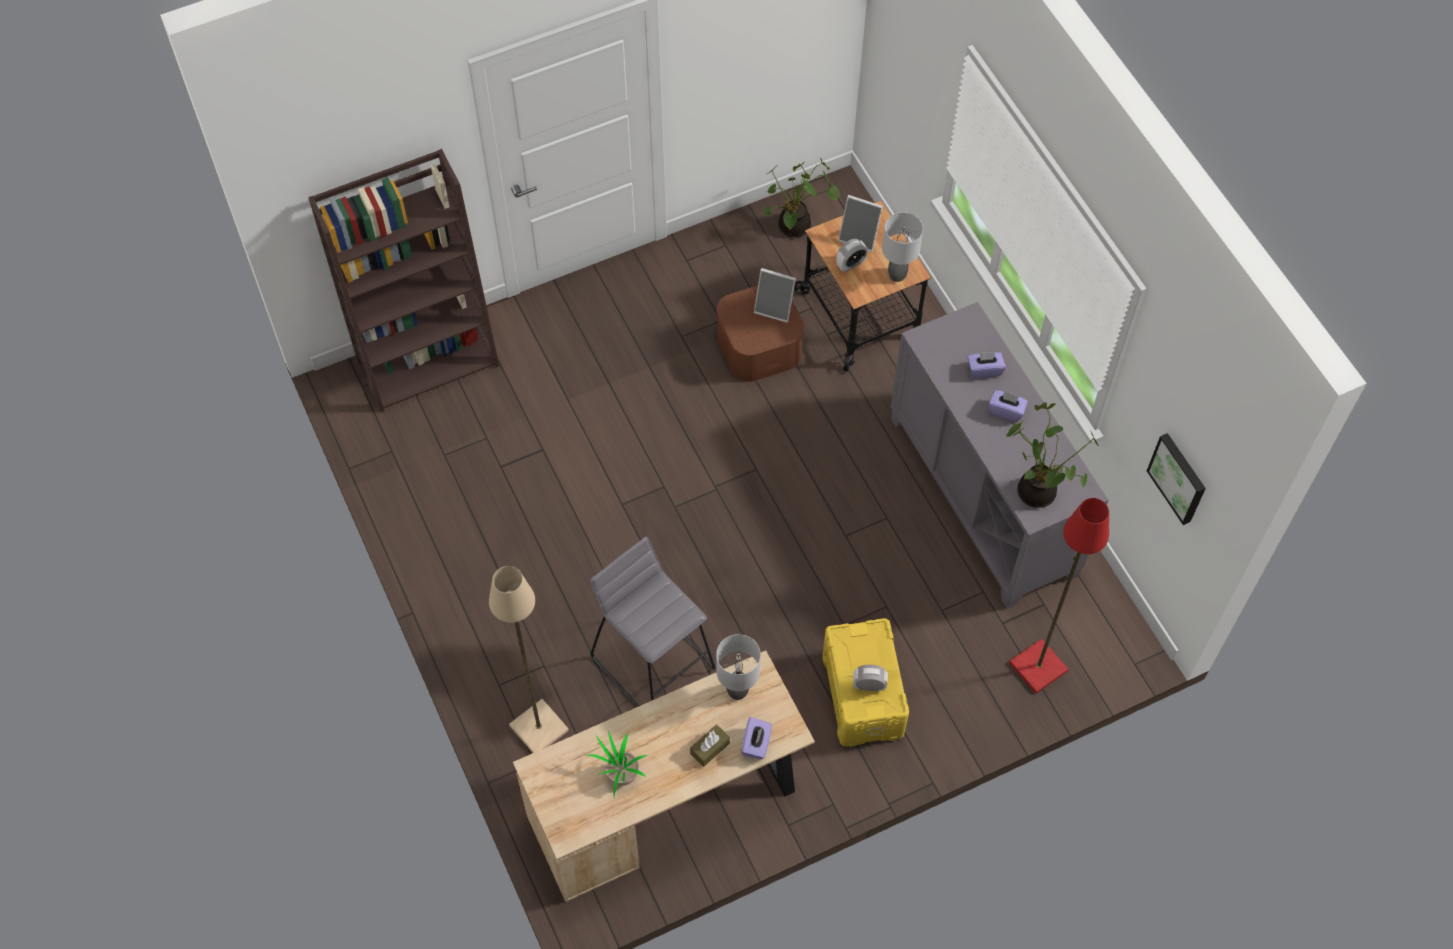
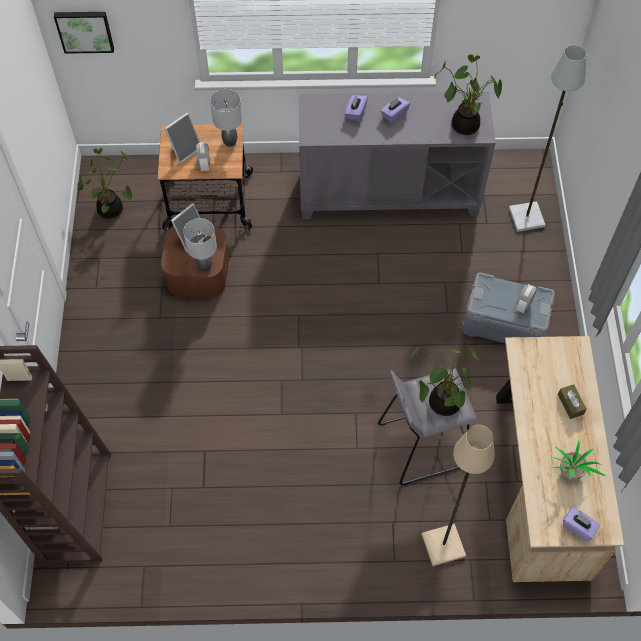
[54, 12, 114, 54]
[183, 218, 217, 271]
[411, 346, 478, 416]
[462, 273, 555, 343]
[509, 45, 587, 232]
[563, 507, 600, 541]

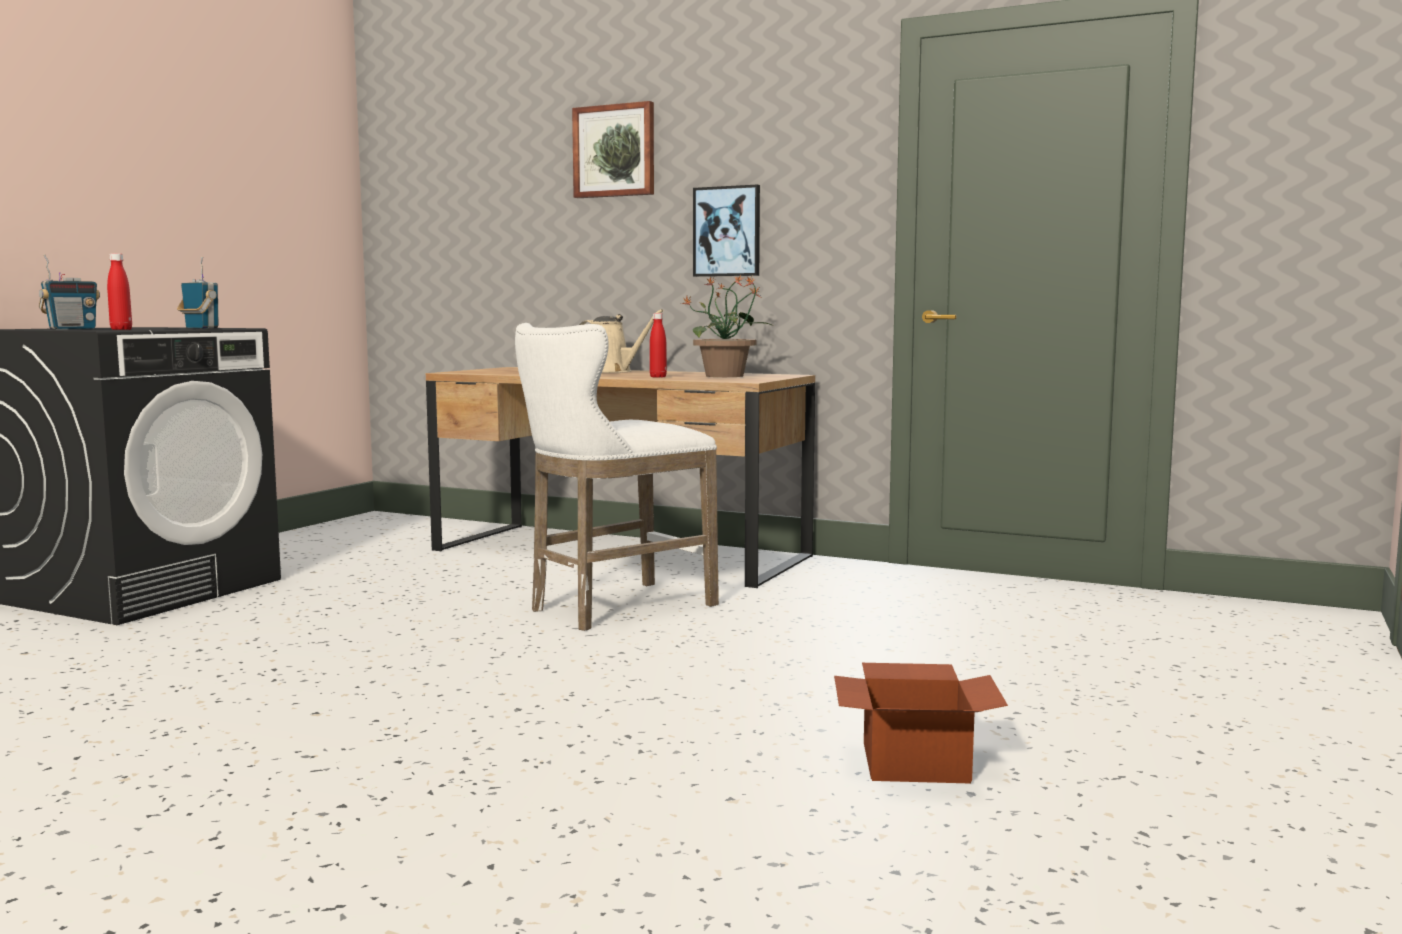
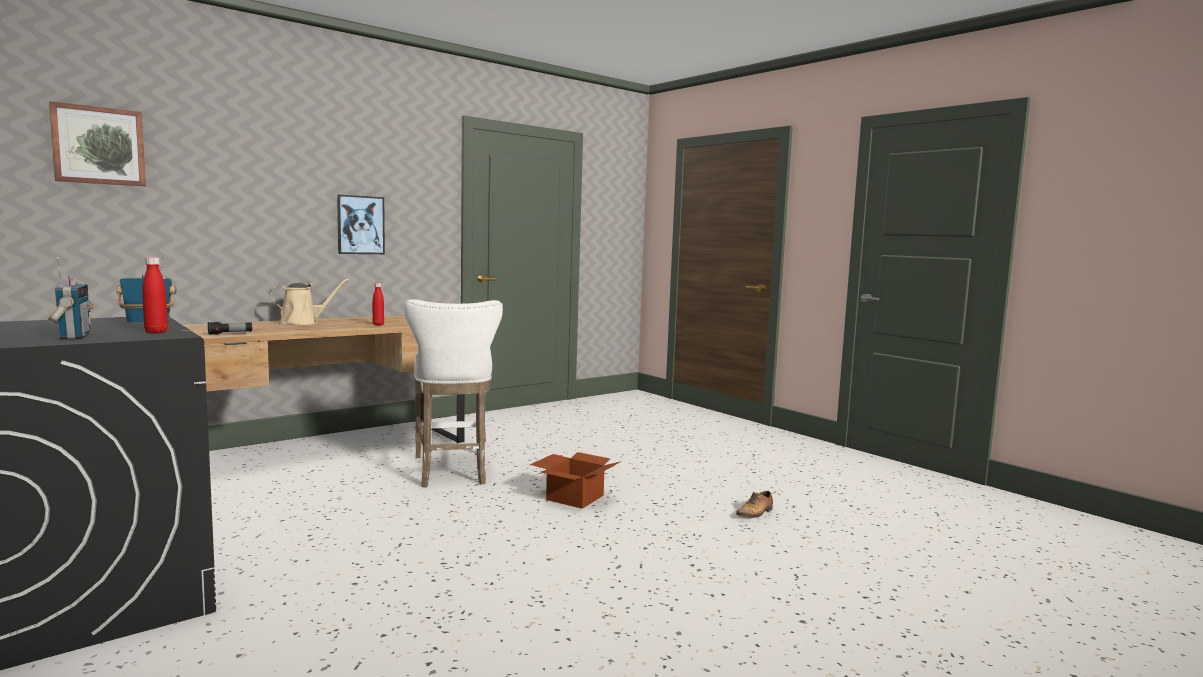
[49, 101, 146, 186]
[208, 322, 252, 335]
[530, 452, 620, 509]
[736, 491, 773, 518]
[681, 274, 773, 377] (first image)

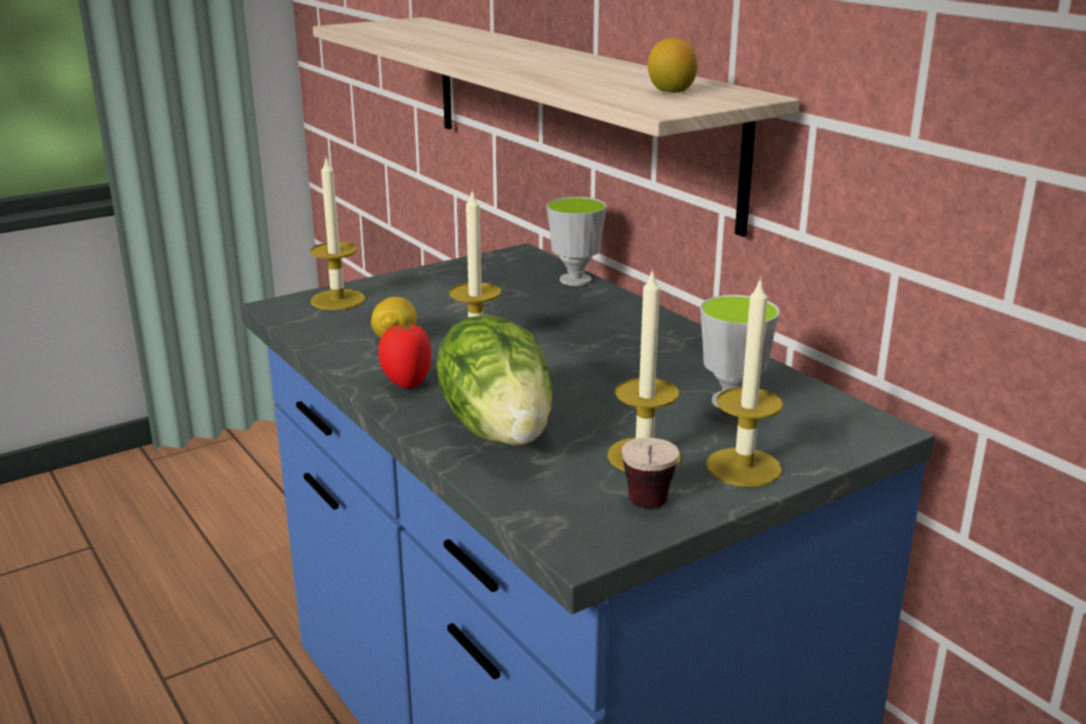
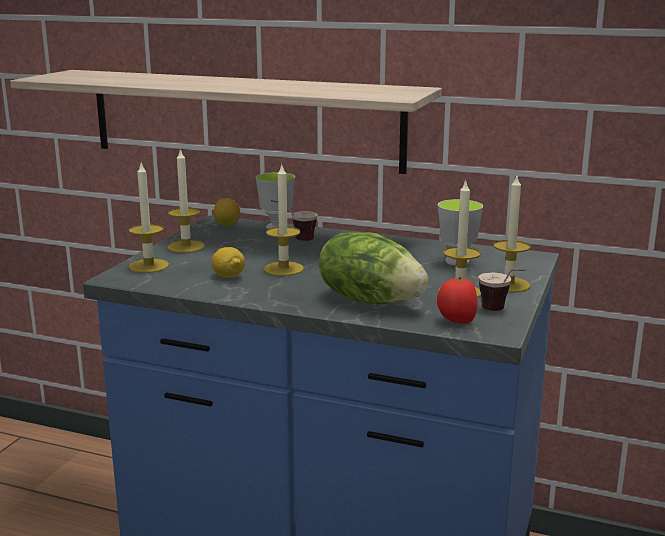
[167, 148, 205, 253]
[214, 198, 240, 226]
[271, 200, 318, 241]
[437, 277, 478, 324]

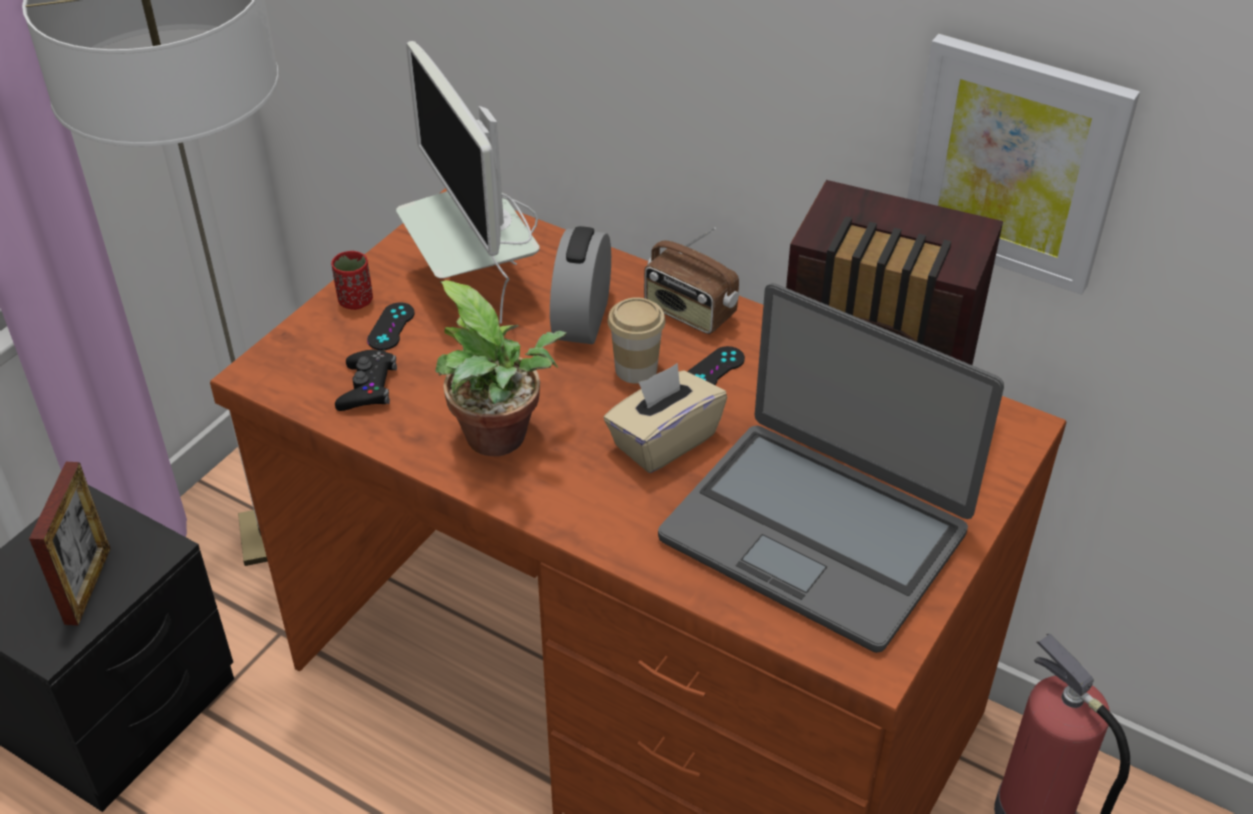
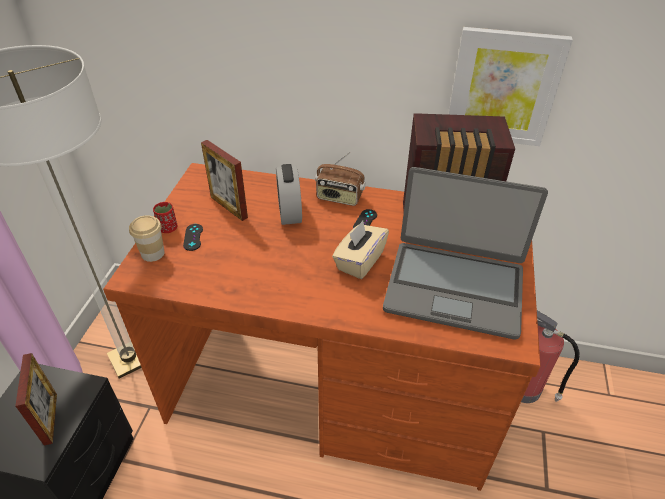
[129, 215, 165, 262]
[201, 140, 248, 221]
[335, 350, 397, 411] (first image)
[435, 280, 567, 456] (first image)

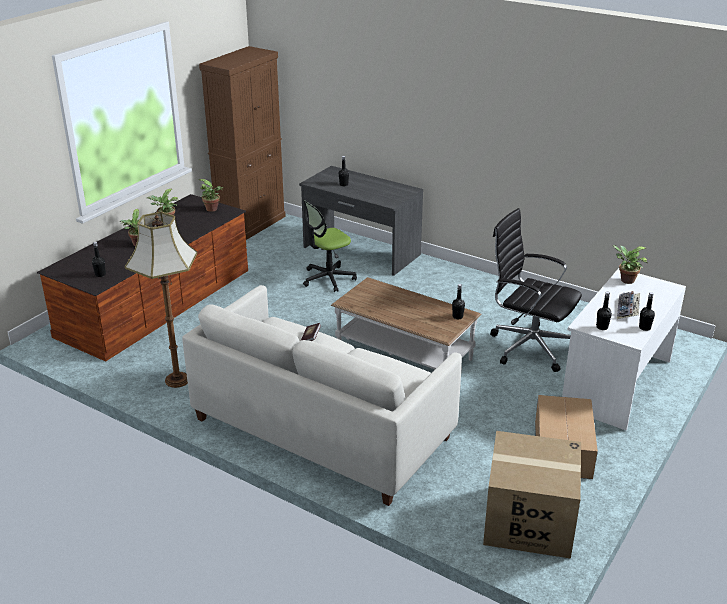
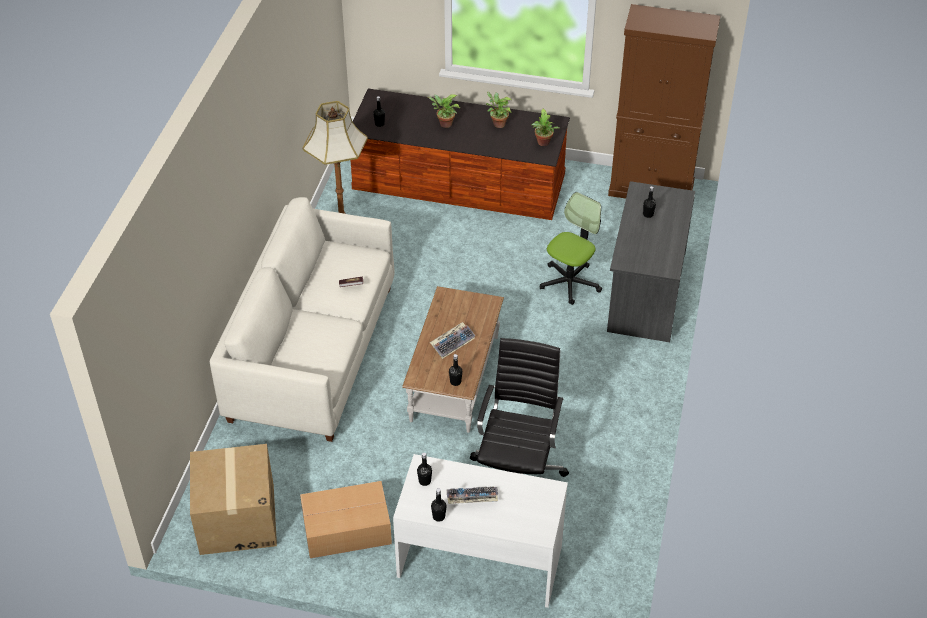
[430, 322, 476, 359]
[540, 192, 602, 305]
[613, 245, 648, 284] (first image)

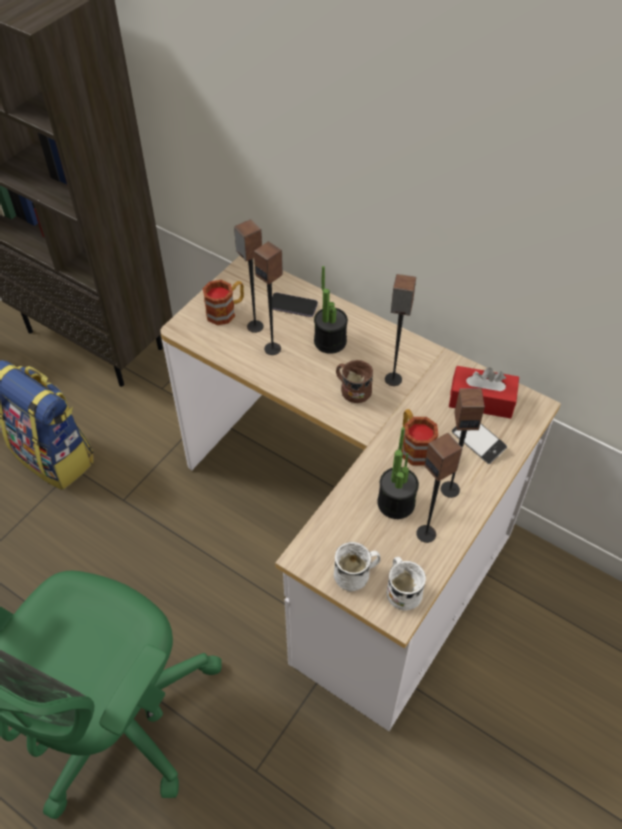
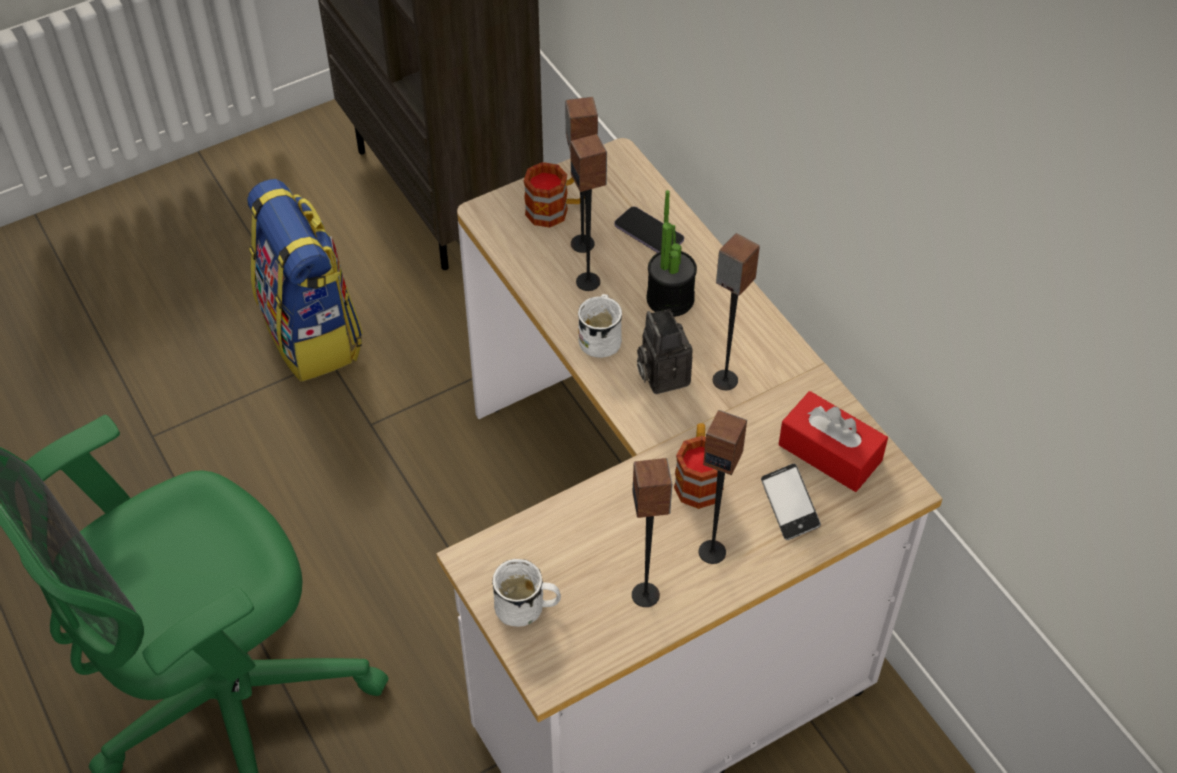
[578, 294, 622, 358]
[637, 309, 692, 394]
[377, 427, 419, 519] (first image)

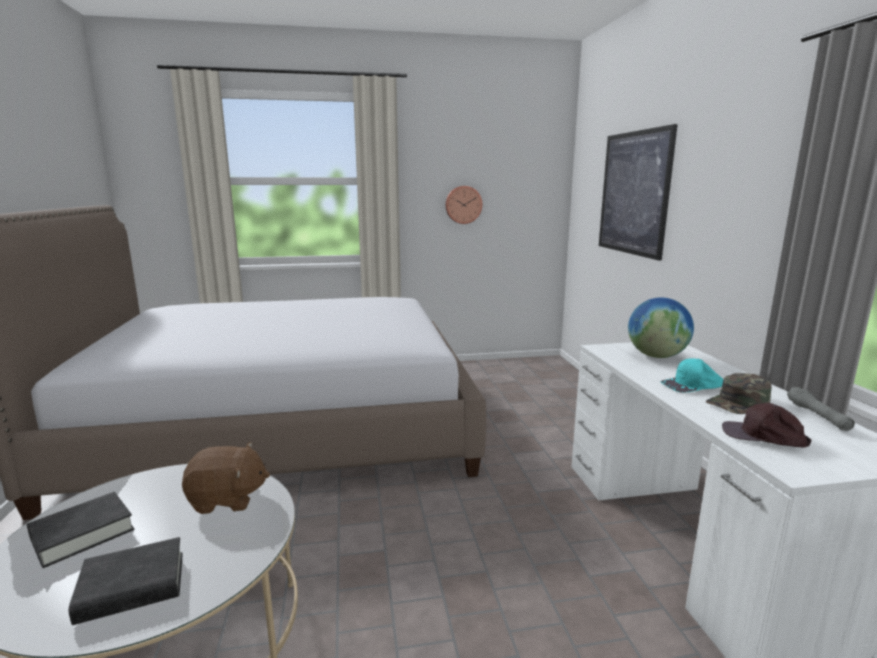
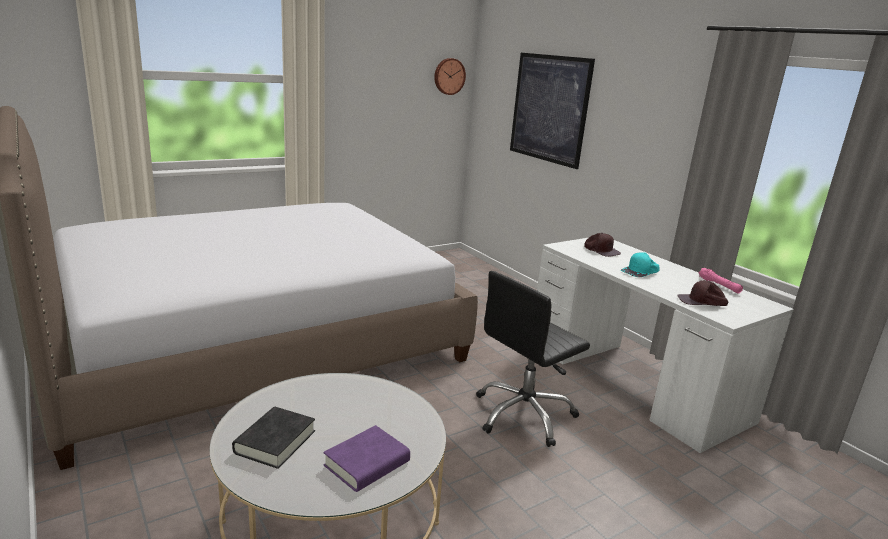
[323, 425, 410, 492]
[434, 58, 466, 95]
[476, 271, 590, 447]
[584, 233, 621, 257]
[699, 268, 743, 293]
[182, 442, 270, 514] (first image)
[706, 373, 772, 414] (first image)

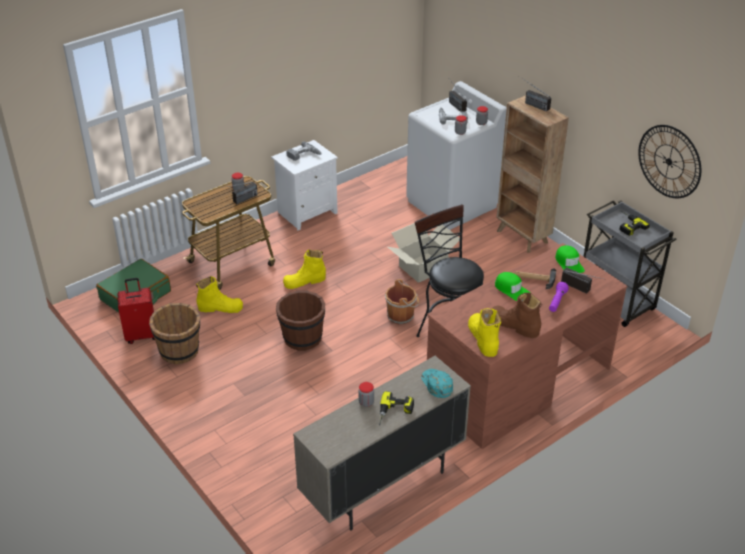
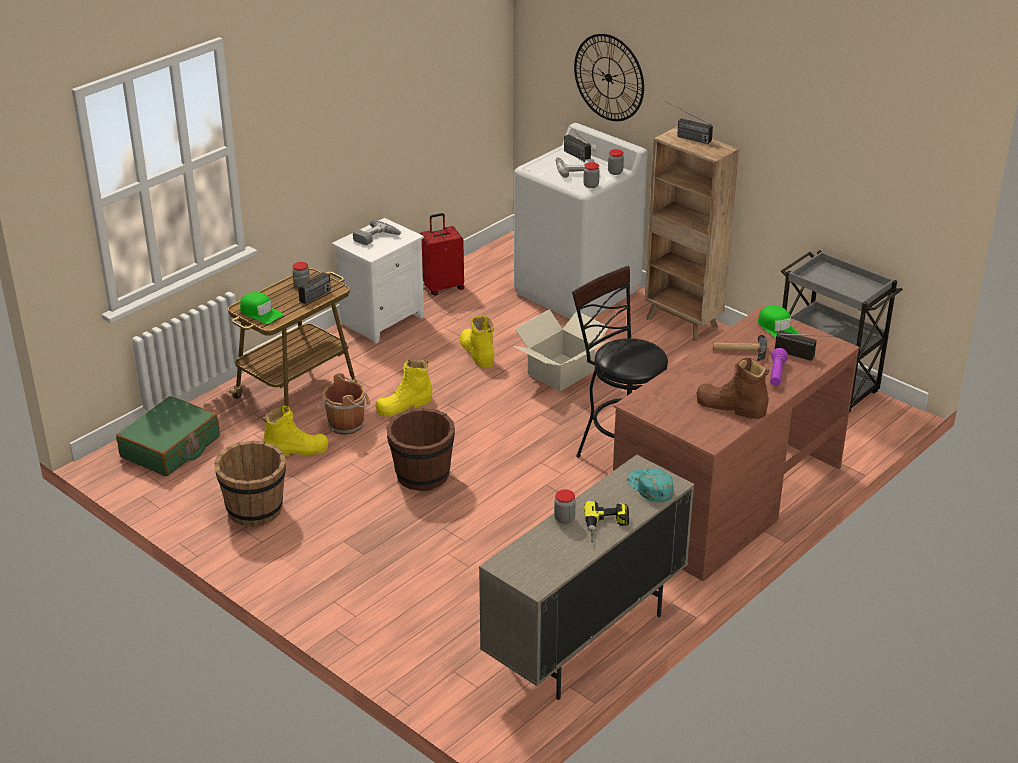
[240, 292, 283, 324]
[322, 373, 370, 435]
[420, 213, 464, 296]
[460, 316, 494, 367]
[574, 34, 644, 121]
[619, 210, 650, 236] (first image)

